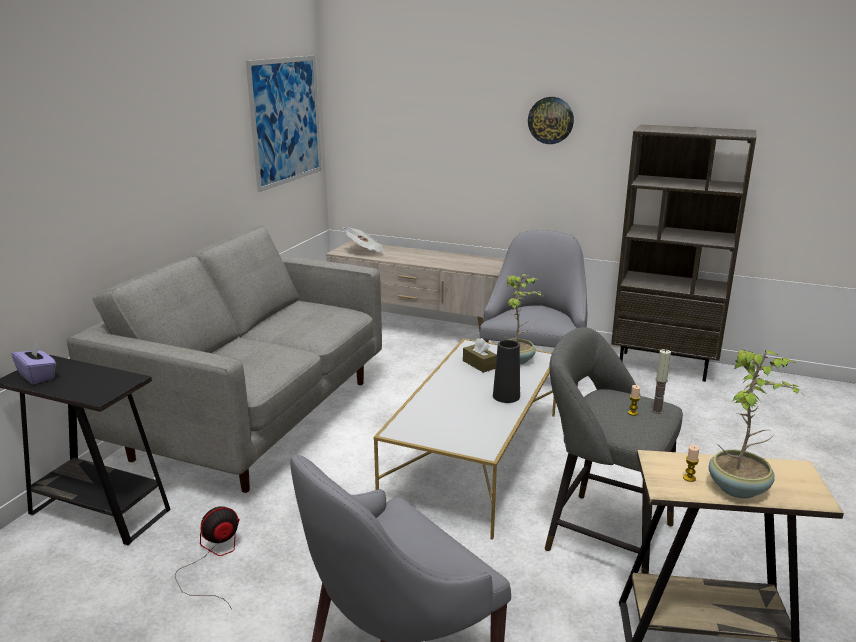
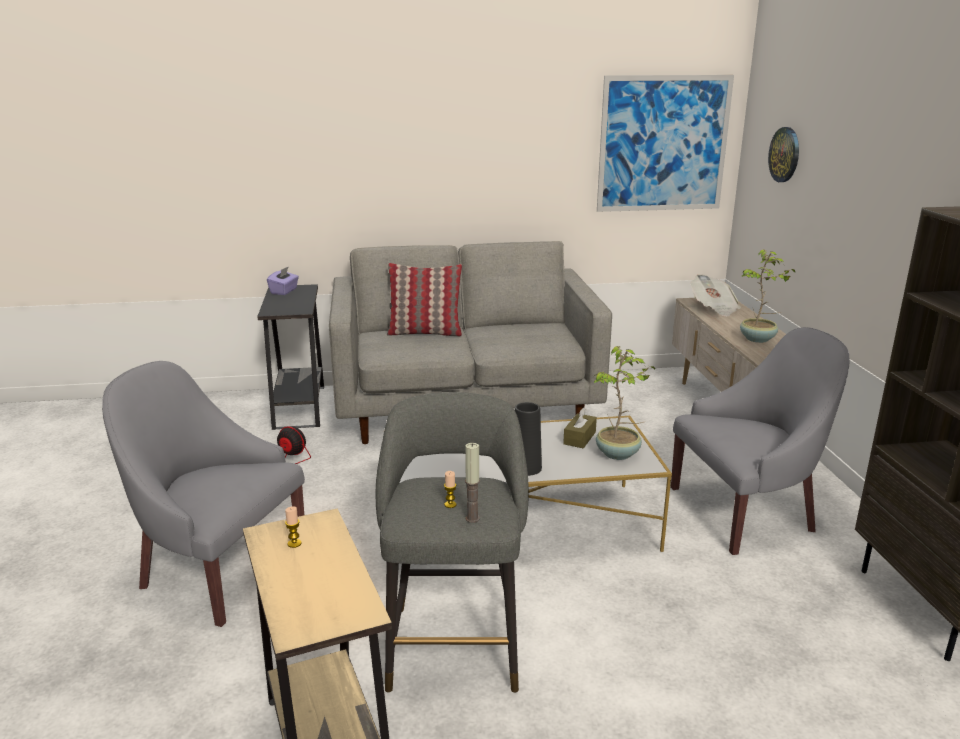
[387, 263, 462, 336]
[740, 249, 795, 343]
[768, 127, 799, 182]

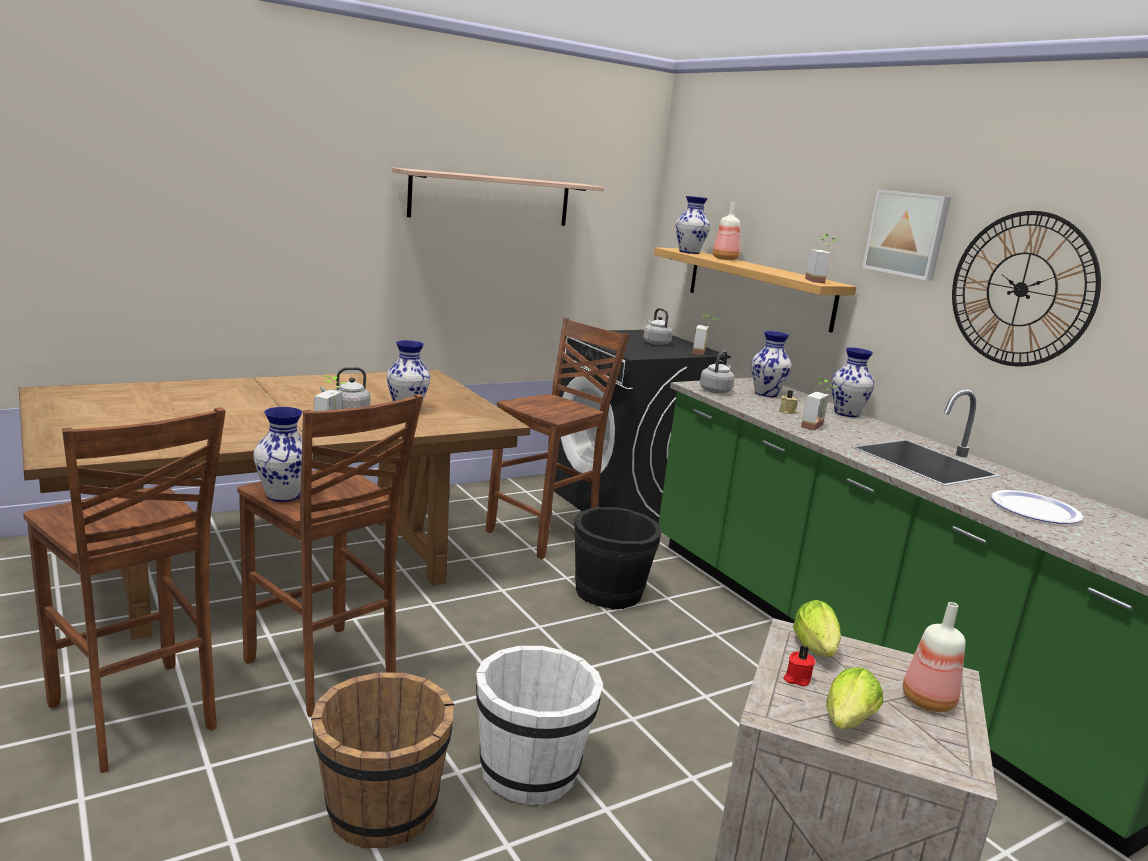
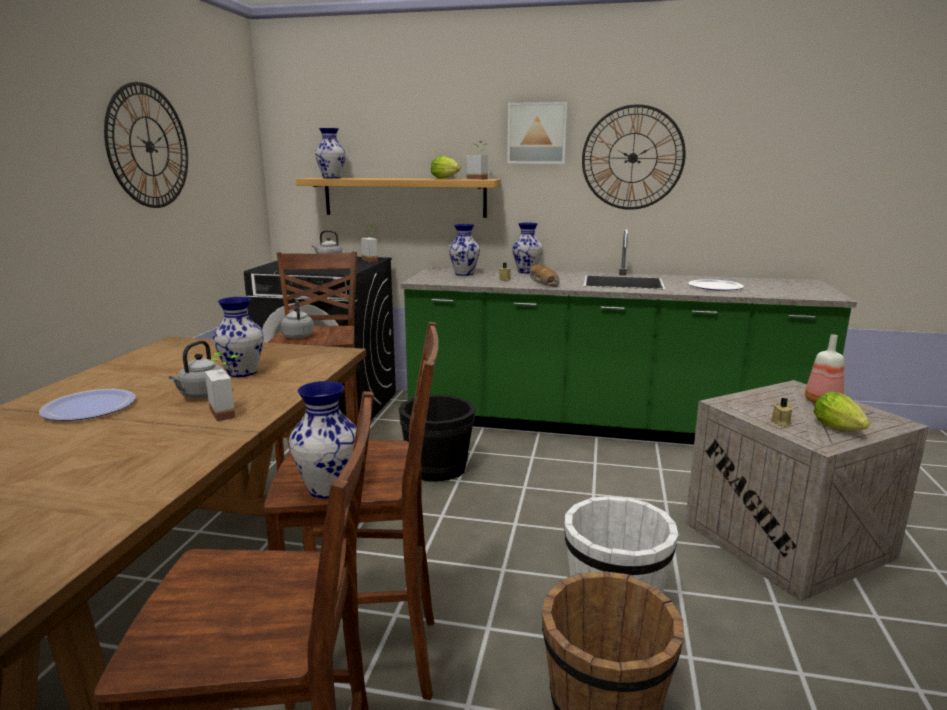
[39, 389, 136, 421]
[104, 82, 188, 208]
[281, 298, 314, 339]
[431, 156, 461, 179]
[530, 265, 560, 287]
[770, 398, 793, 426]
[712, 202, 740, 260] (first image)

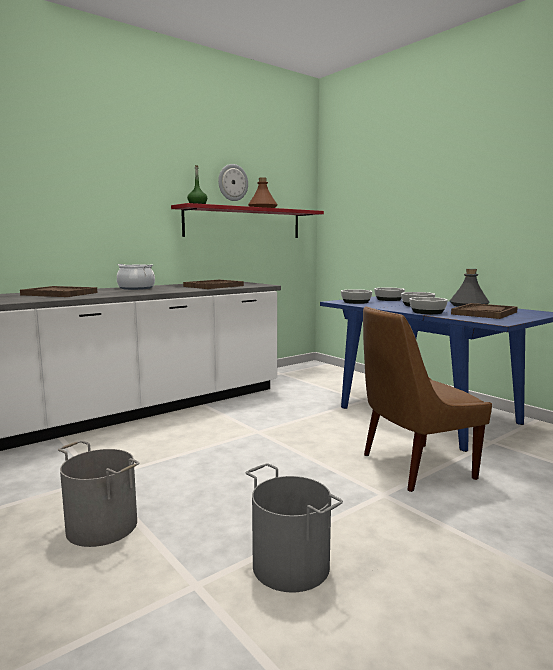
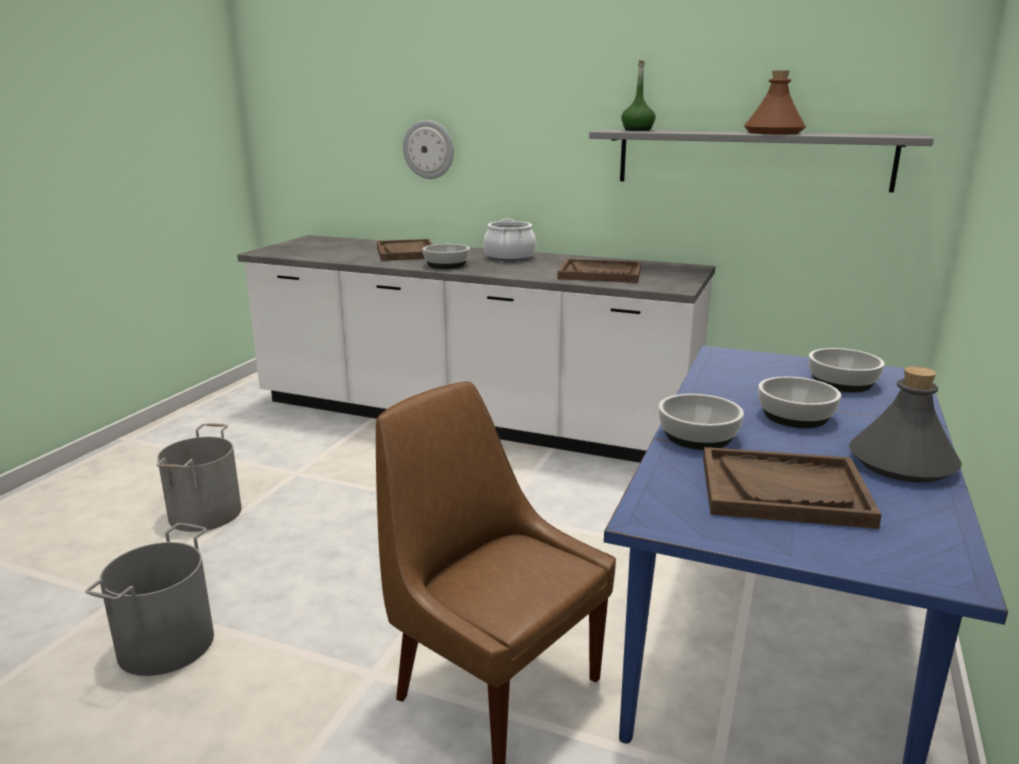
[403, 120, 454, 179]
[422, 244, 470, 269]
[589, 129, 934, 192]

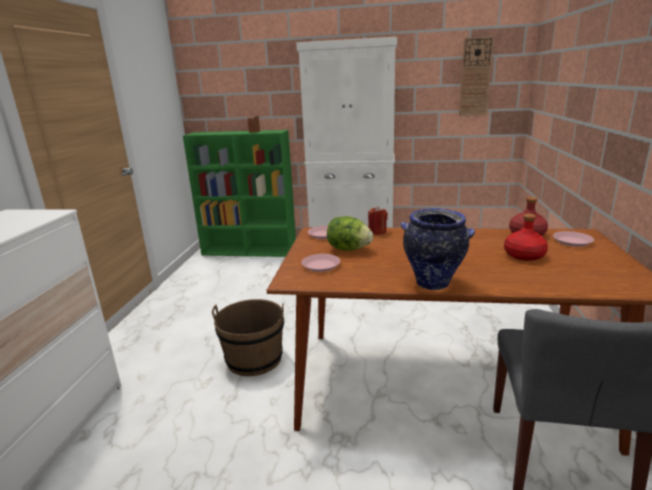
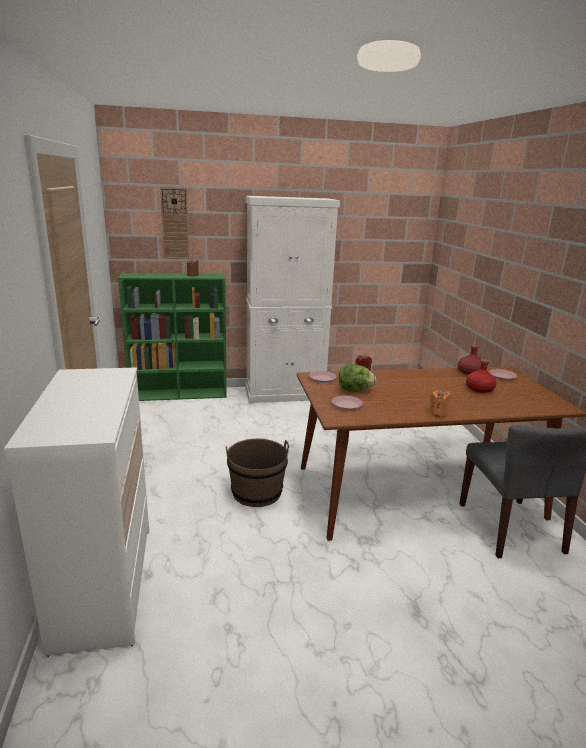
[160, 187, 190, 259]
[429, 389, 450, 417]

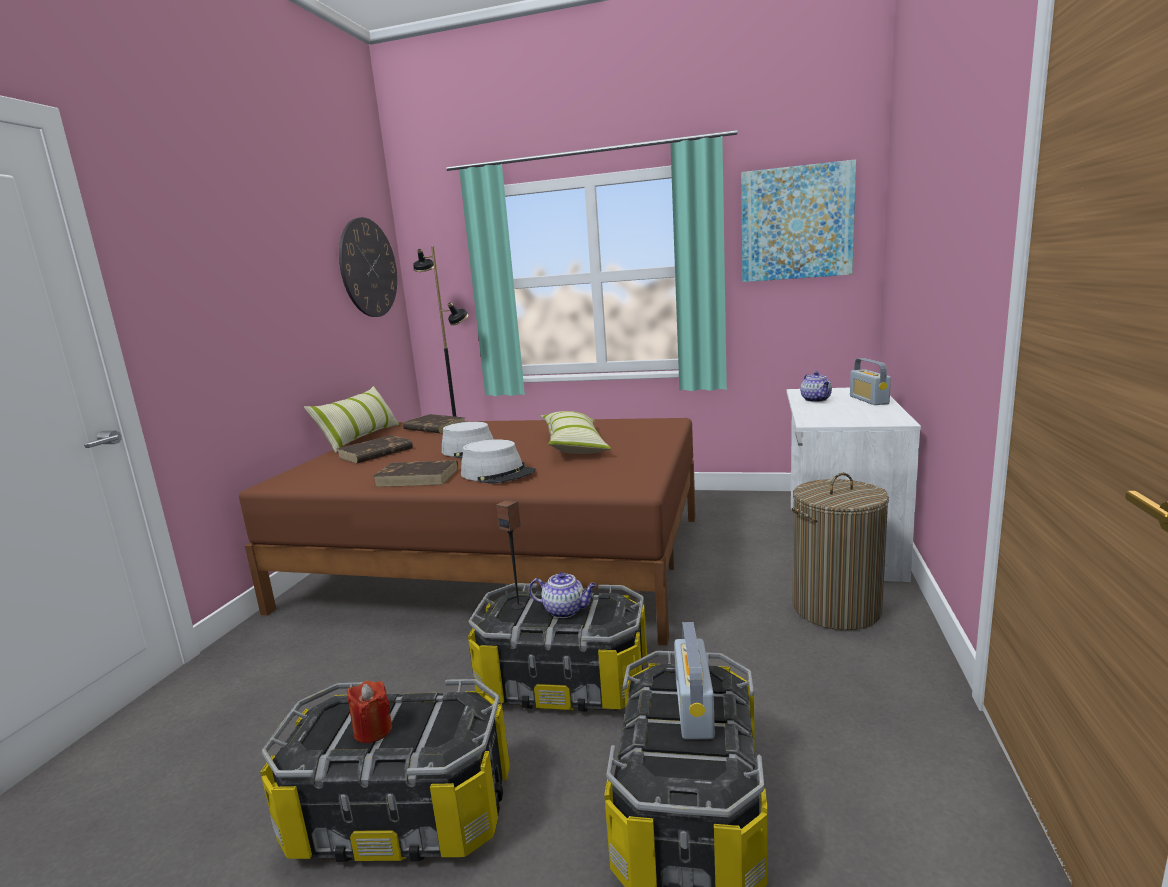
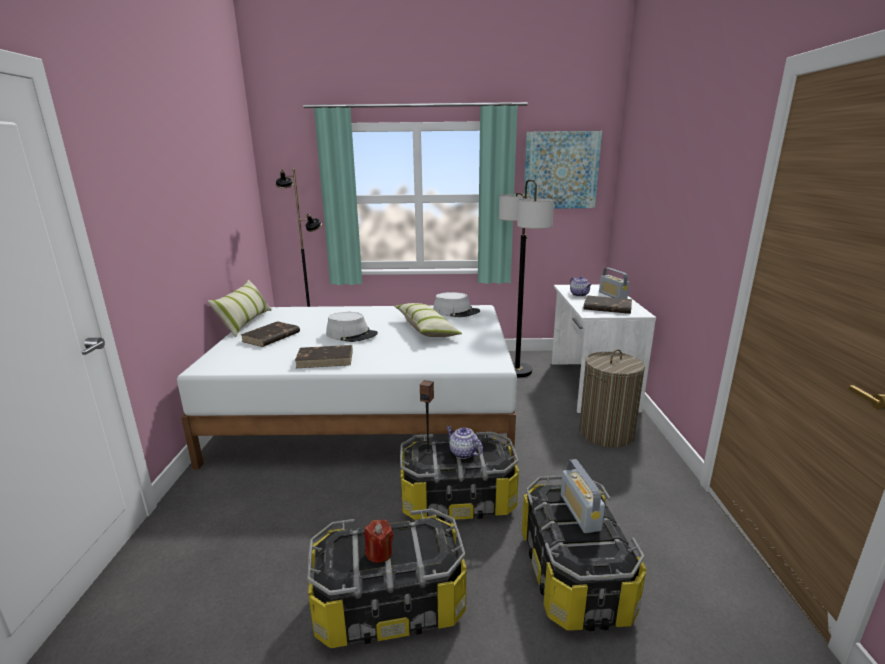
[177, 305, 517, 470]
[433, 292, 480, 317]
[446, 426, 483, 459]
[499, 179, 554, 377]
[583, 295, 632, 314]
[339, 217, 397, 317] (first image)

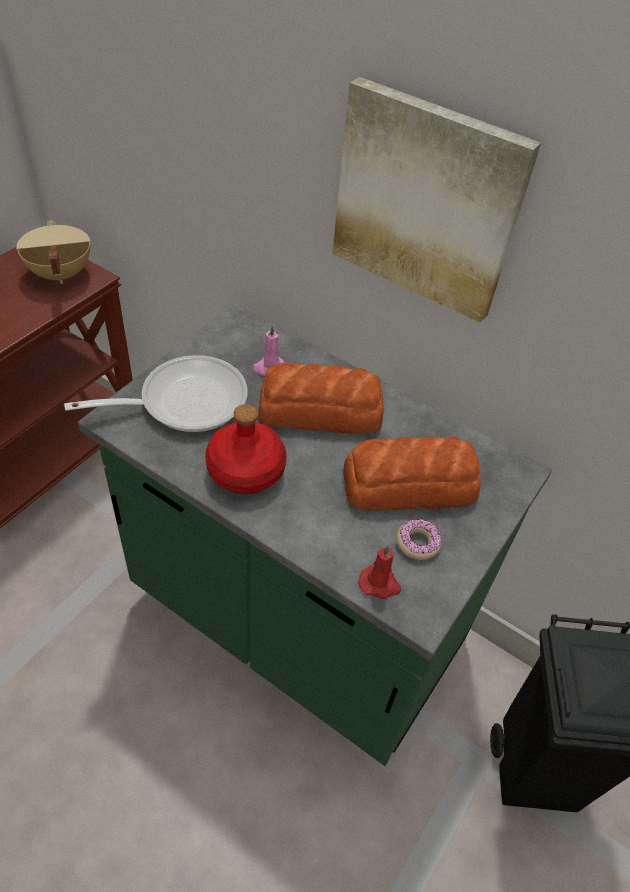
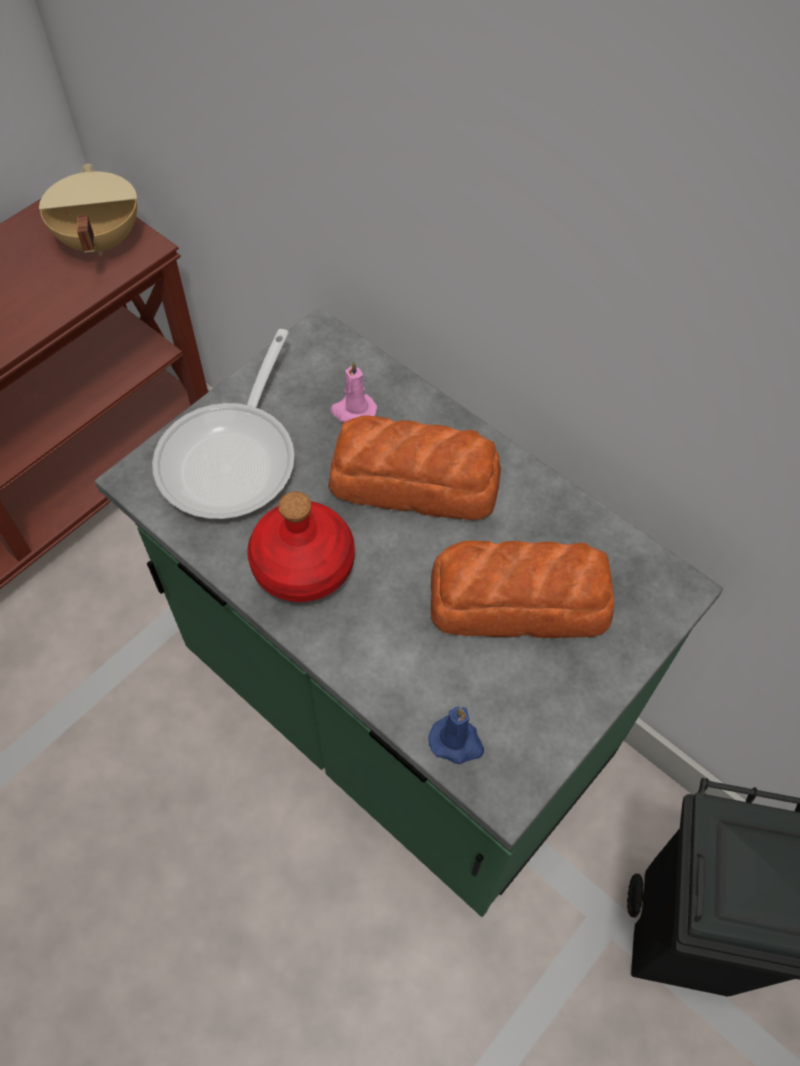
[152, 329, 295, 519]
[428, 707, 484, 764]
[332, 77, 541, 323] (first image)
[396, 519, 442, 560] (first image)

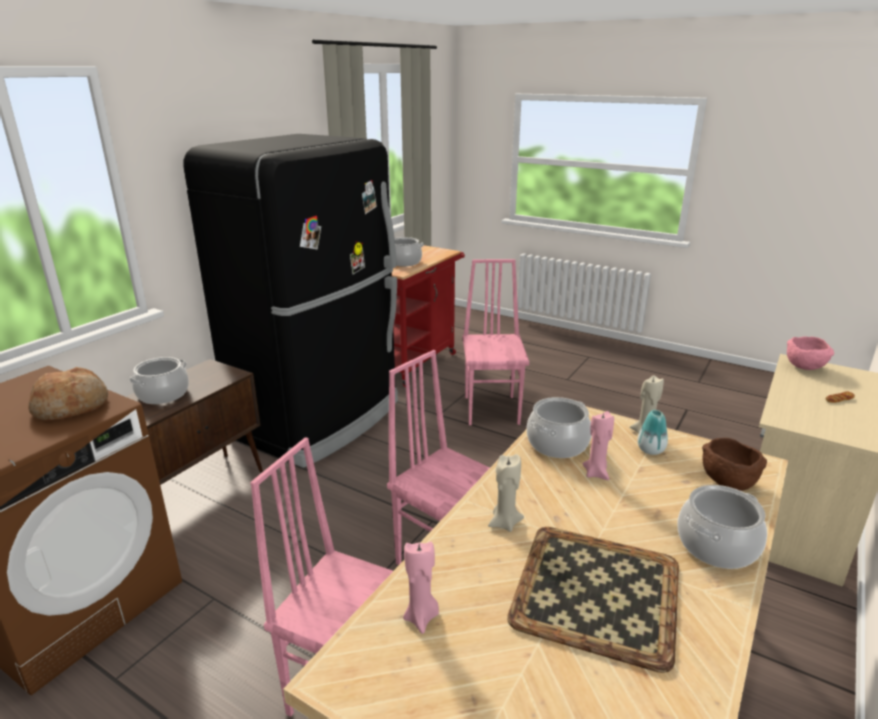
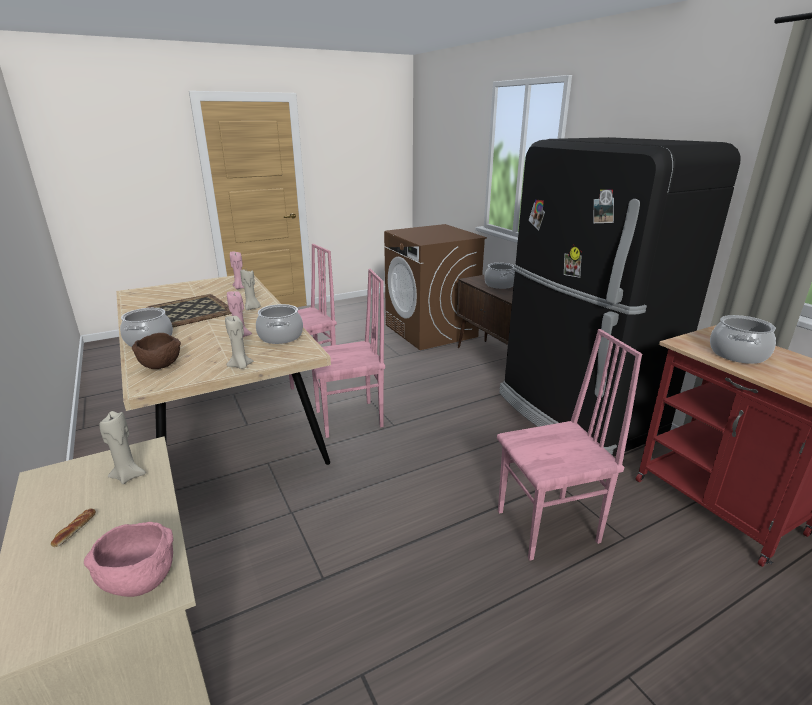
[100, 411, 146, 484]
[497, 329, 642, 561]
[28, 367, 108, 421] (first image)
[637, 410, 668, 455] (first image)

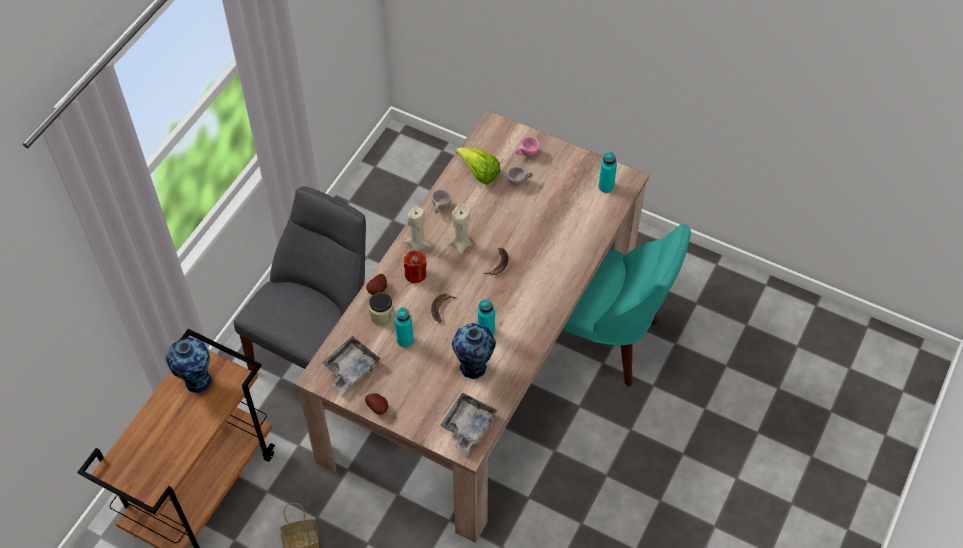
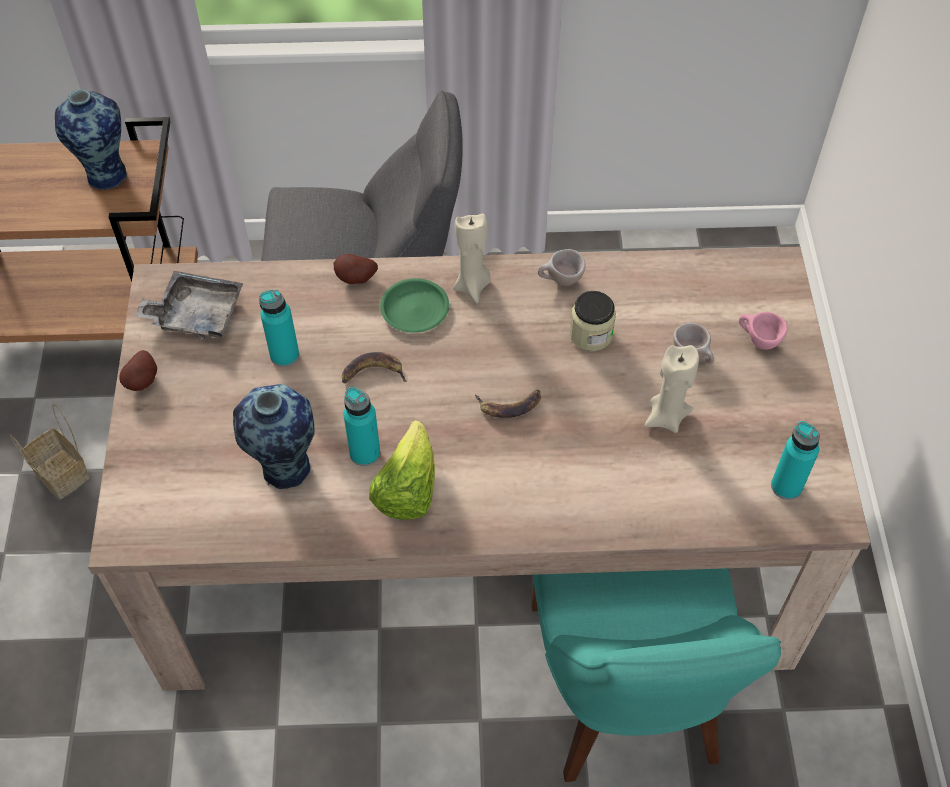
[369, 421, 435, 520]
[380, 278, 449, 333]
[569, 291, 616, 351]
[645, 345, 699, 433]
[440, 392, 497, 452] (first image)

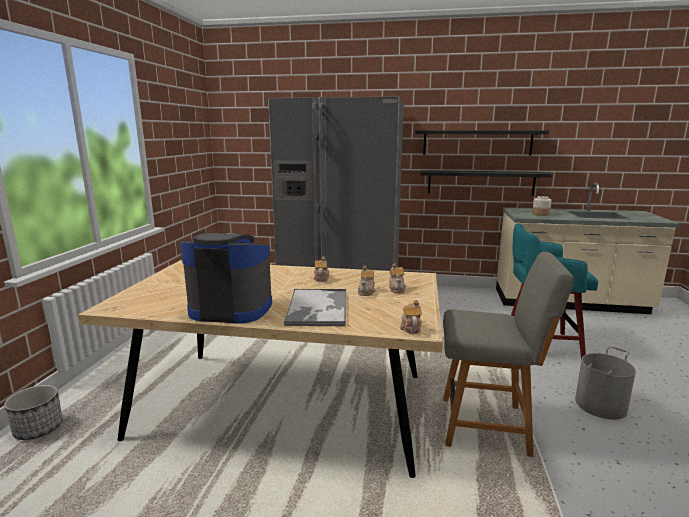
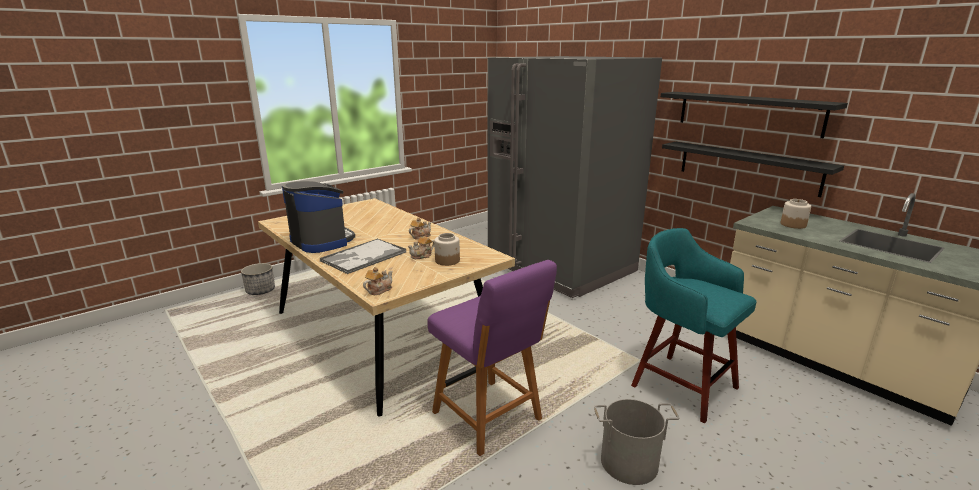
[427, 260, 557, 456]
[434, 233, 460, 266]

